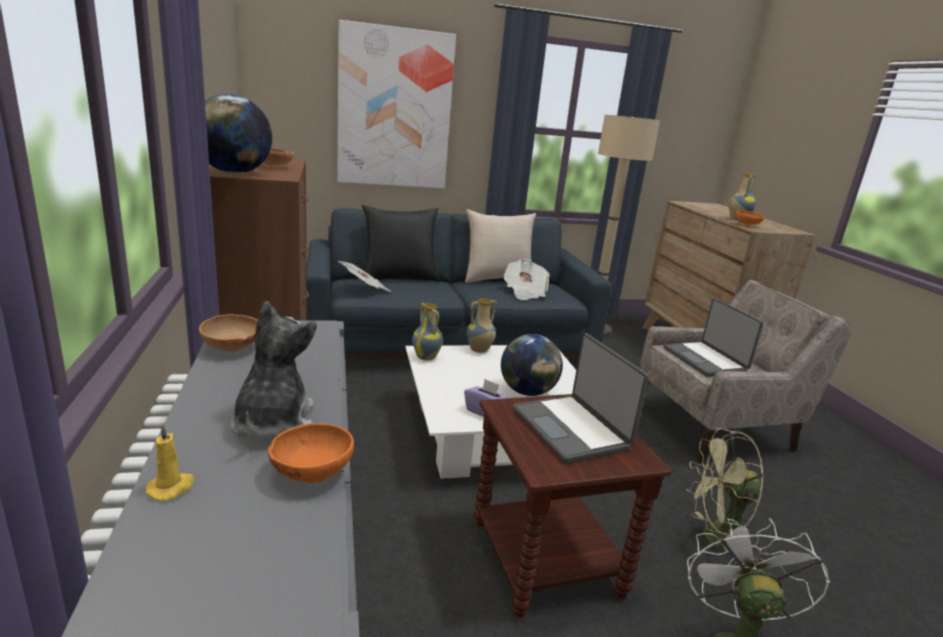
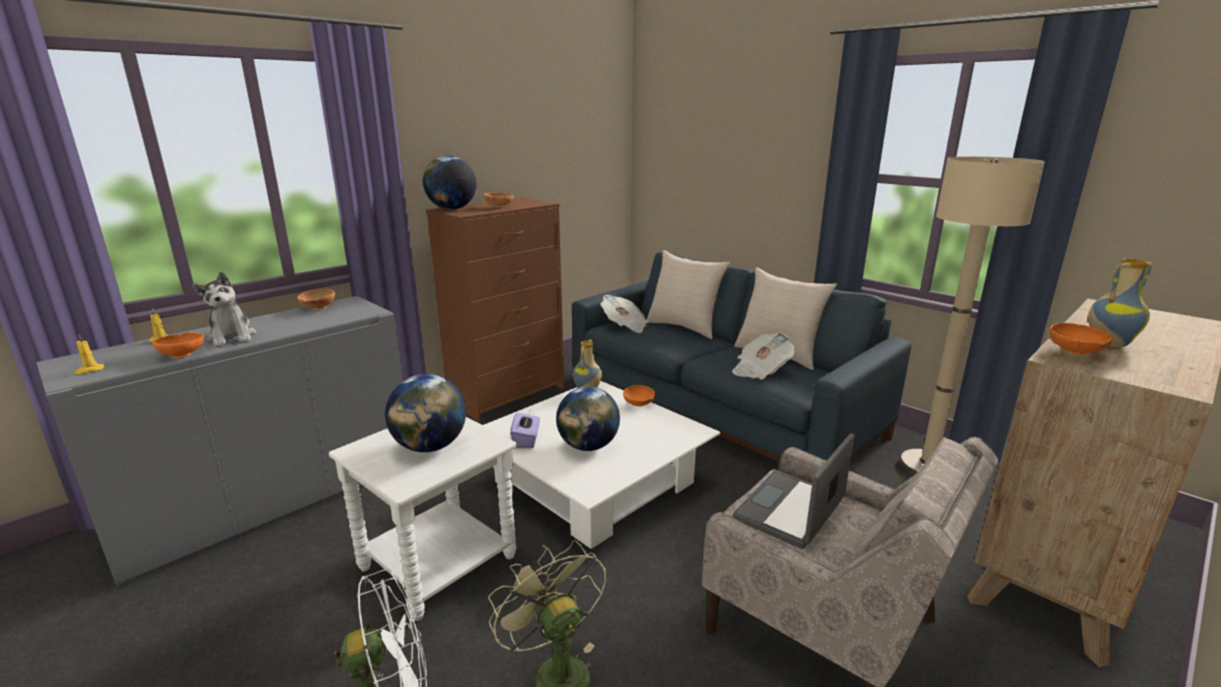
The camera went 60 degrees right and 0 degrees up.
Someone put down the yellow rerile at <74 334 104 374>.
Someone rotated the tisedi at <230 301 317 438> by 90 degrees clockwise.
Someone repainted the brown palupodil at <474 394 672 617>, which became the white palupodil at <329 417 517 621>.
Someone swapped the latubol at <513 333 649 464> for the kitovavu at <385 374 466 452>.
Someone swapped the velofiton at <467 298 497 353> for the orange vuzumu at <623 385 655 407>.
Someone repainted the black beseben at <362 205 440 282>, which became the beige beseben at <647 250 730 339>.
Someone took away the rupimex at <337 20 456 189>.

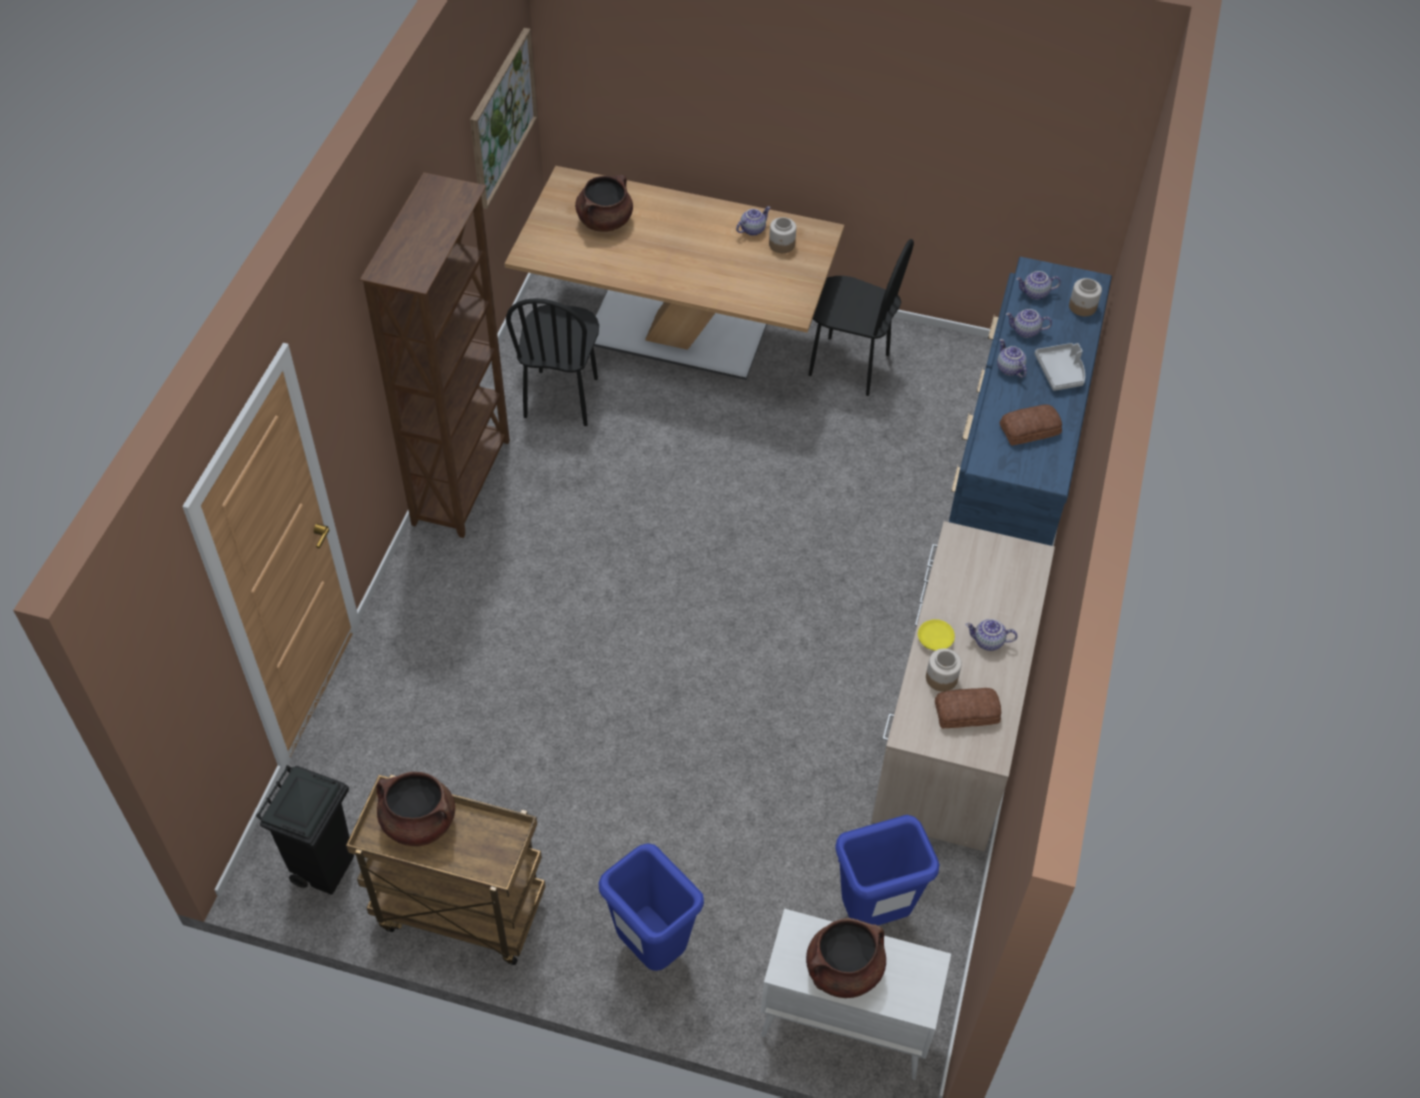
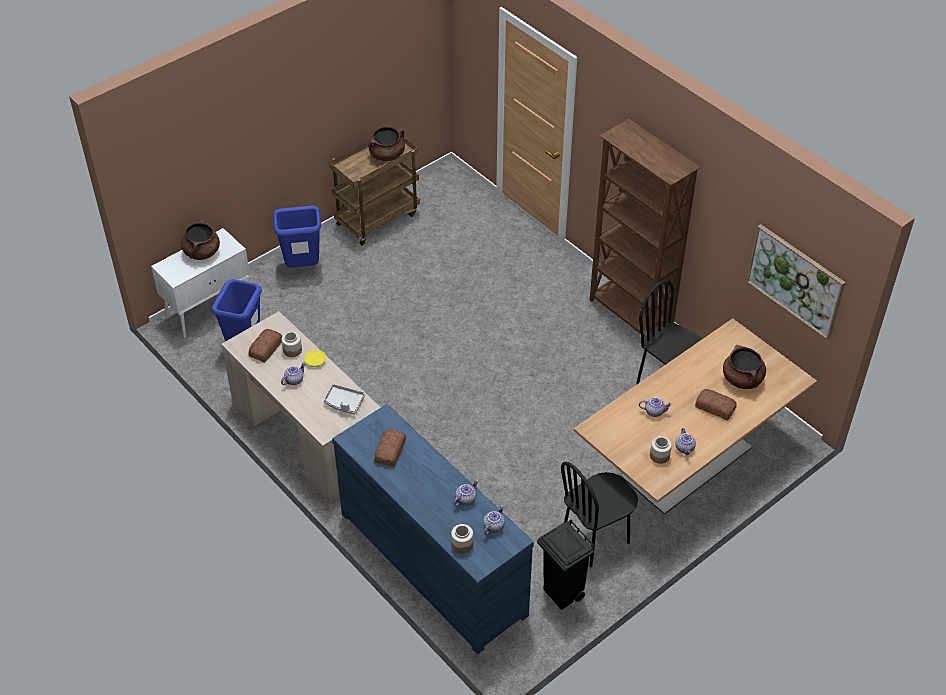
The camera went 125 degrees right and 5 degrees down.
Someone carried the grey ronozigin from <1035 343 1085 391> to <324 384 365 415>.
Someone carried the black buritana from <256 765 354 895> to <537 520 595 610>.
Someone carried the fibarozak from <997 339 1027 378> to <639 397 672 417>.
Someone put down the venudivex at <695 389 737 420>.

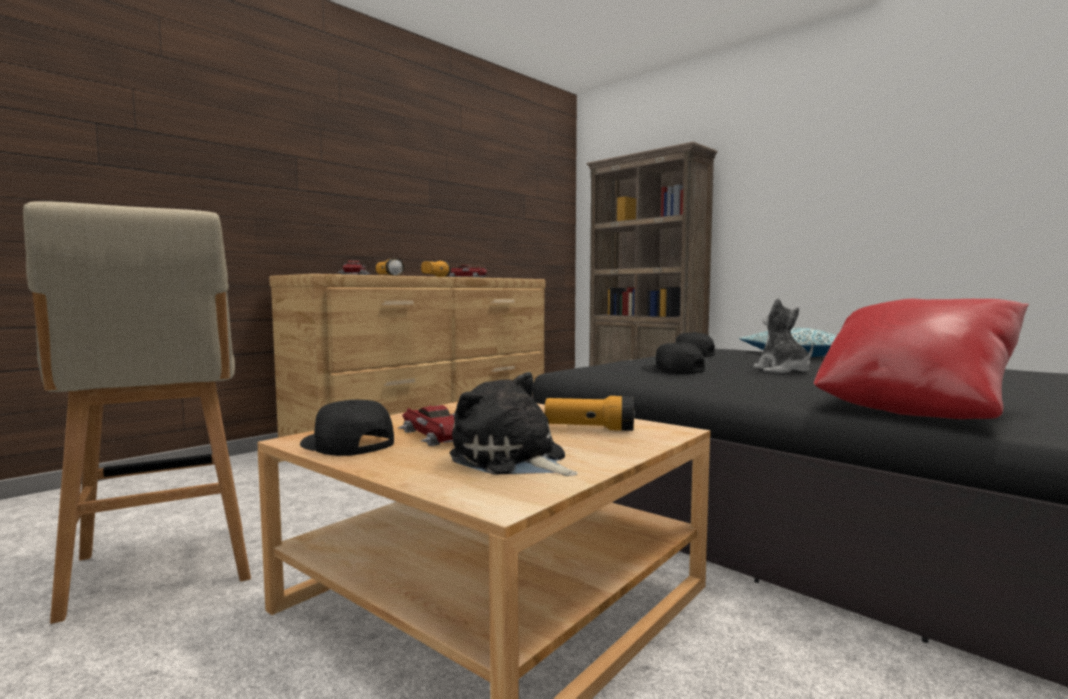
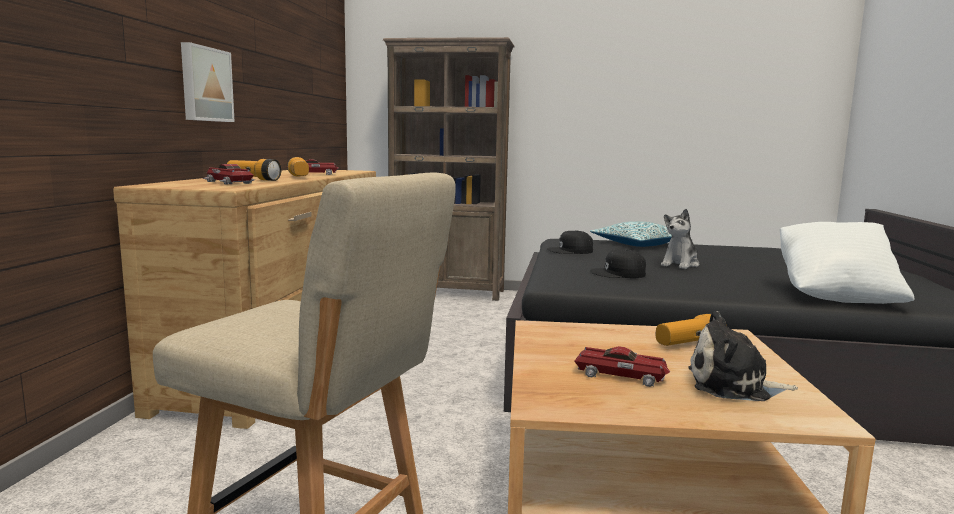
The camera went 35 degrees left and 5 degrees up.
Someone put up the rupimex at <181 42 235 122>.
Someone rotated the tisedi at <753 298 813 373> by 90 degrees counterclockwise.
Someone repainted the red beseben at <814 299 1029 419>, which became the white beseben at <780 222 915 304>.
Someone took away the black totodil at <300 400 394 456>.

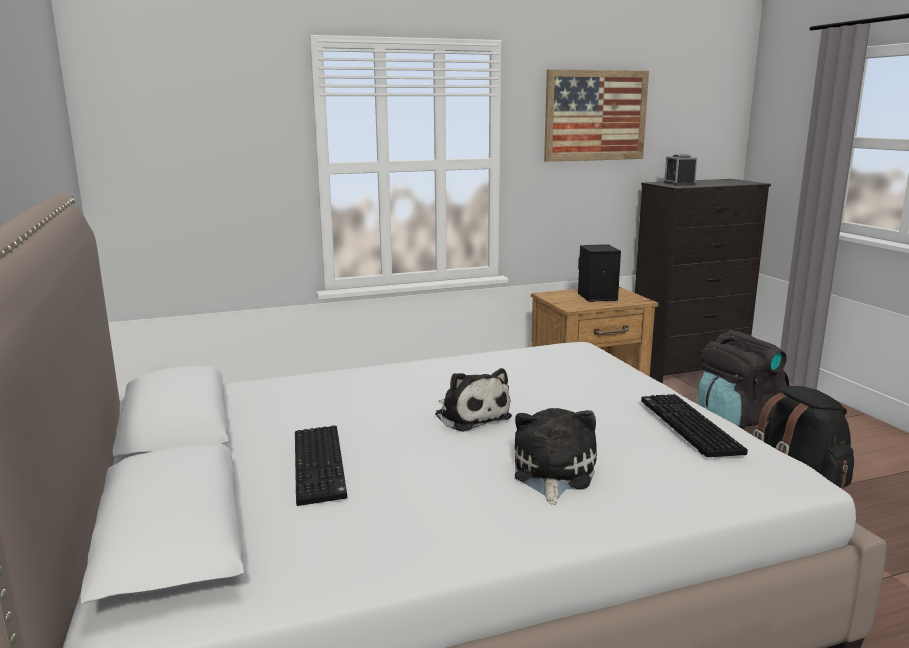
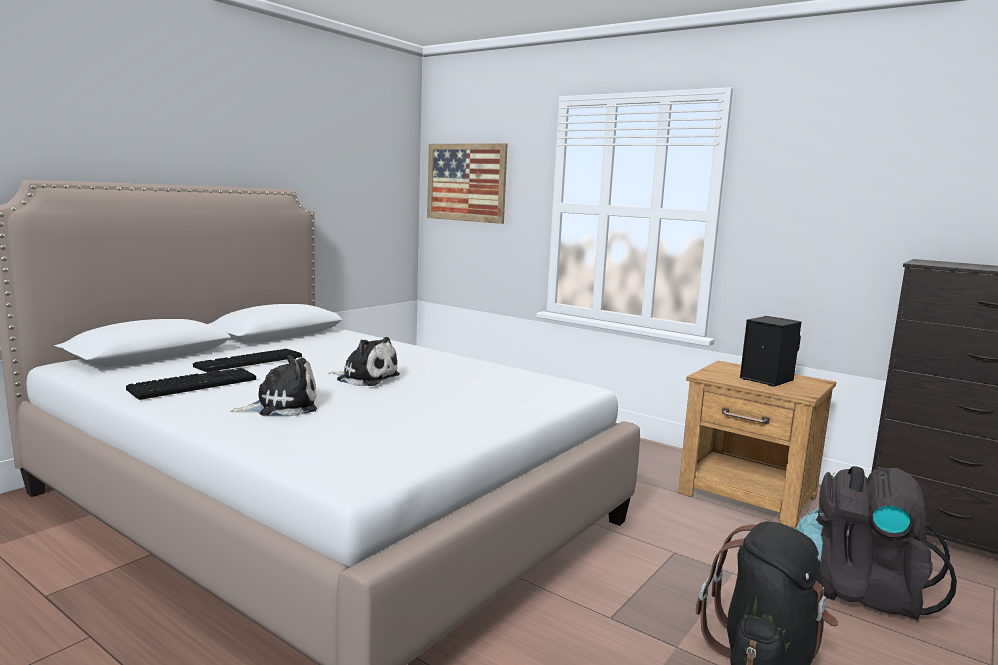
The camera went 55 degrees right and 5 degrees down.
Someone carried the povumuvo from <641 394 748 457> to <126 368 256 400>.
Someone rotated the tisedi at <435 368 512 432> by 90 degrees counterclockwise.
Someone carried the rupimex from <544 69 649 162> to <427 143 508 224>.
Someone took away the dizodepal at <664 154 697 186>.

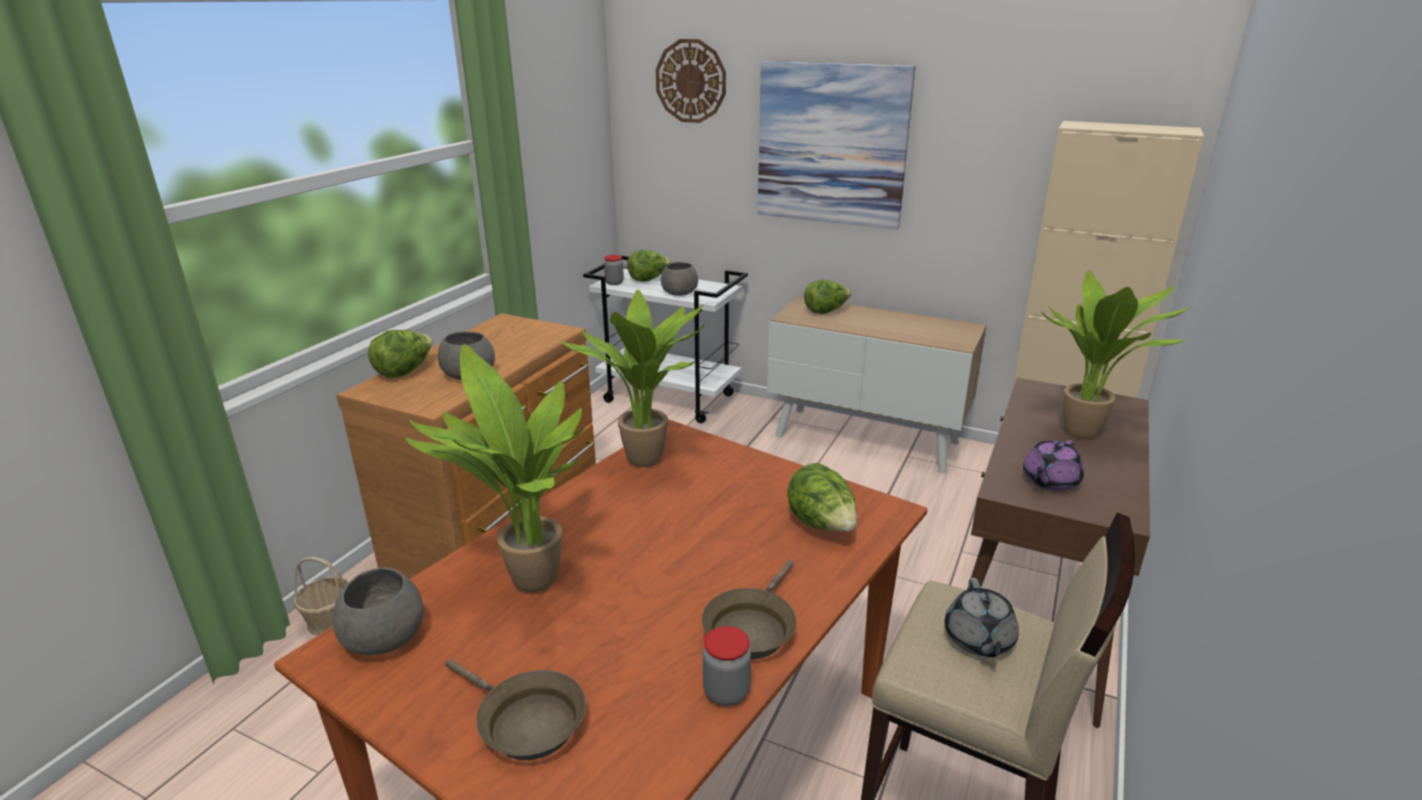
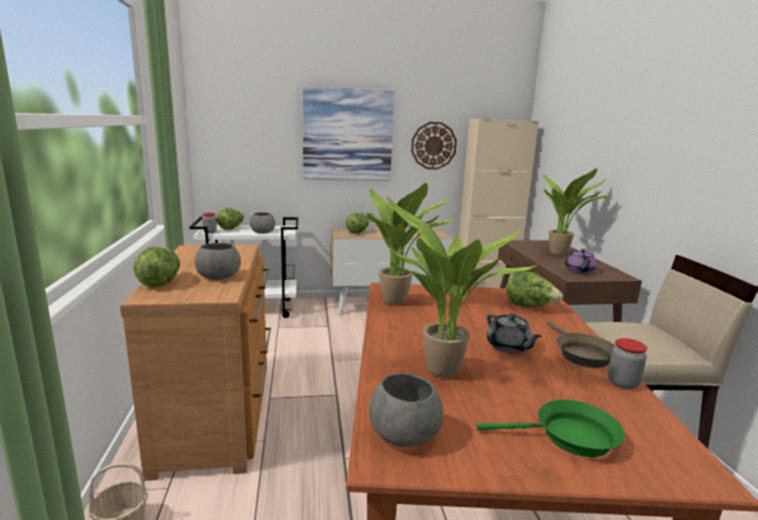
The camera went 35 degrees left and 10 degrees down.
Someone carried the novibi from <656 39 726 123> to <411 122 457 169>.
Someone repainted the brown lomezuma at <445 659 586 760>, which became the green lomezuma at <477 400 625 457>.
Someone carried the grey fibarozak from <945 578 1019 657> to <486 313 542 354>.

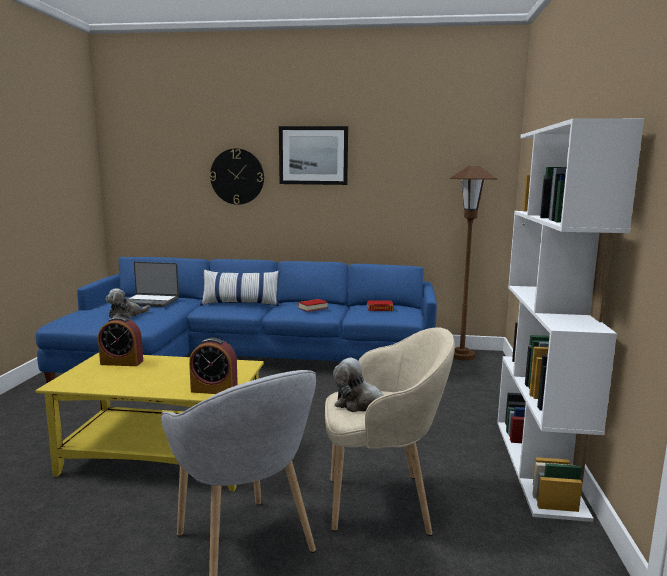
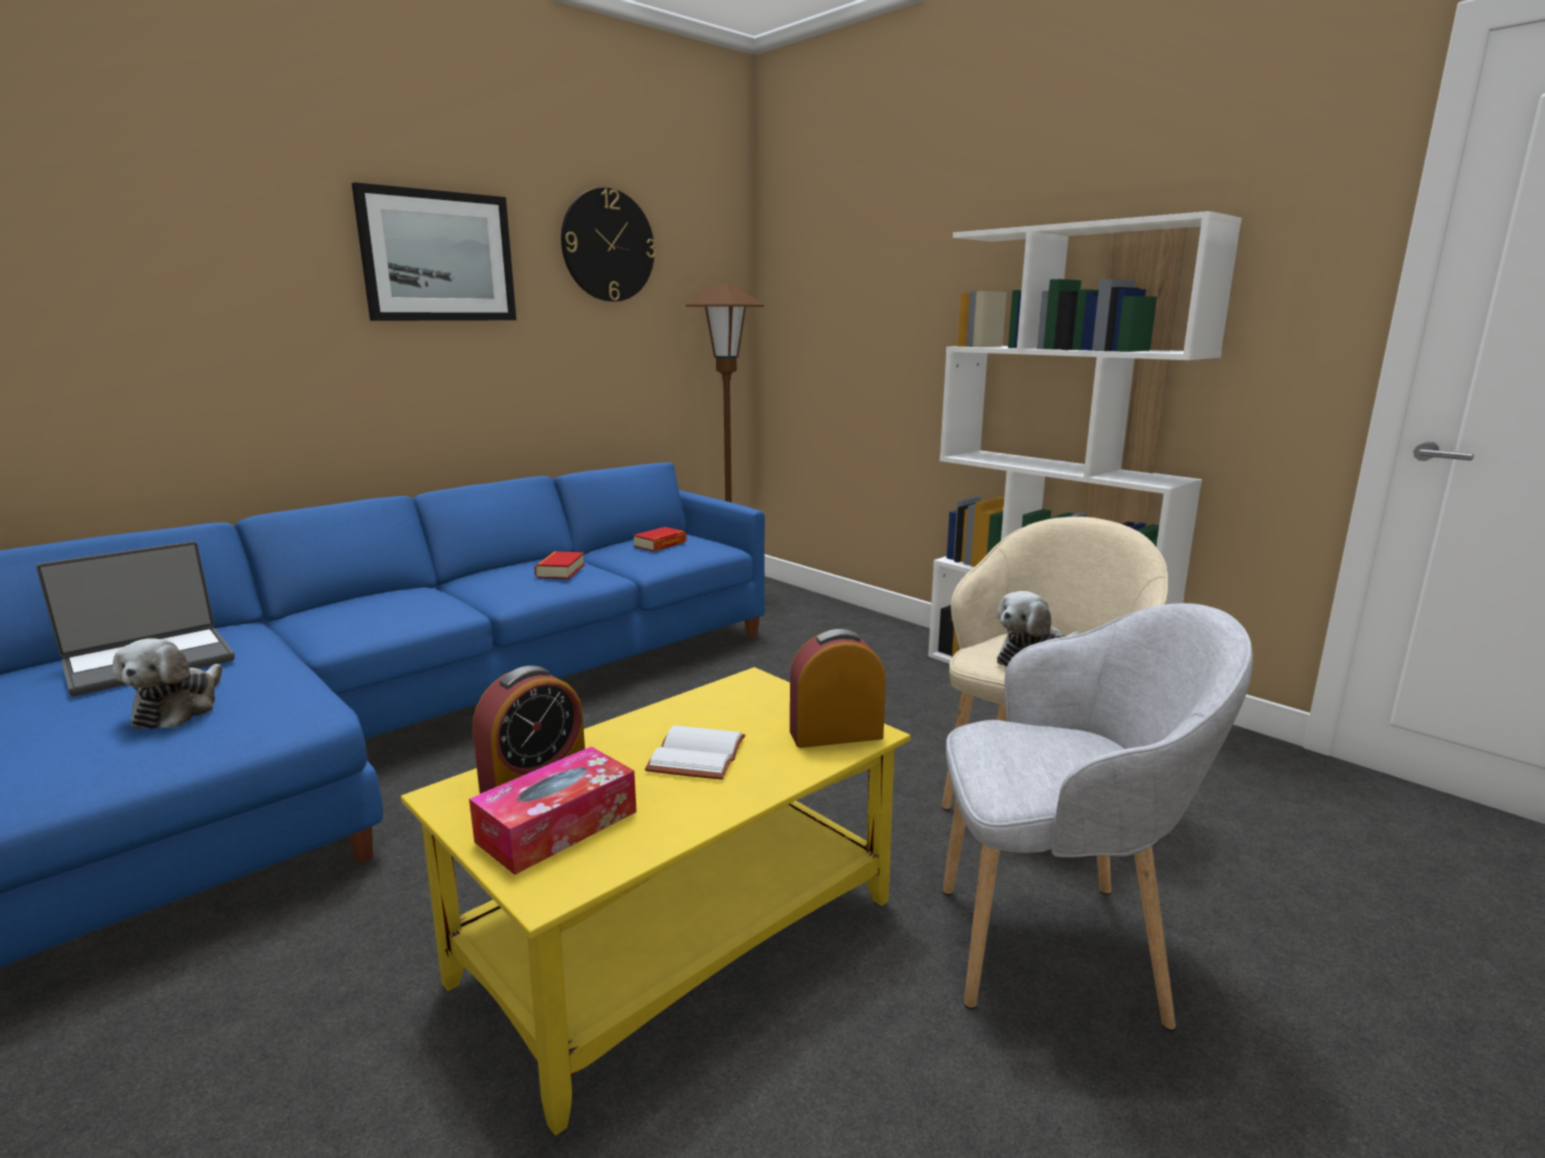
The camera went 50 degrees left and 5 degrees up.
Someone put down the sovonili at <469 746 637 875>.
Someone carried the novibi from <210 148 264 205> to <561 188 656 302>.
Someone put down the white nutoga at <645 725 745 780>.
Someone rotated the dizodepal at <189 337 238 394> by 150 degrees counterclockwise.
Someone took away the beseben at <200 269 280 306>.

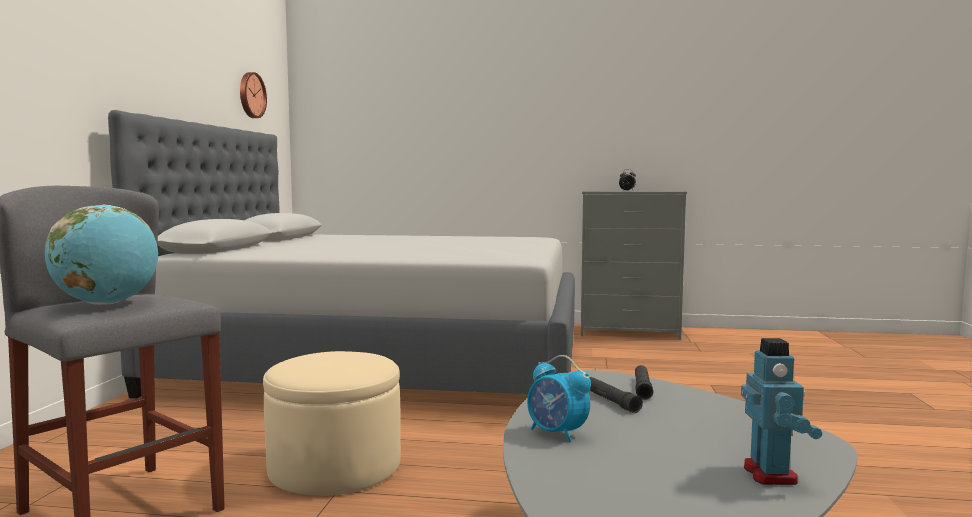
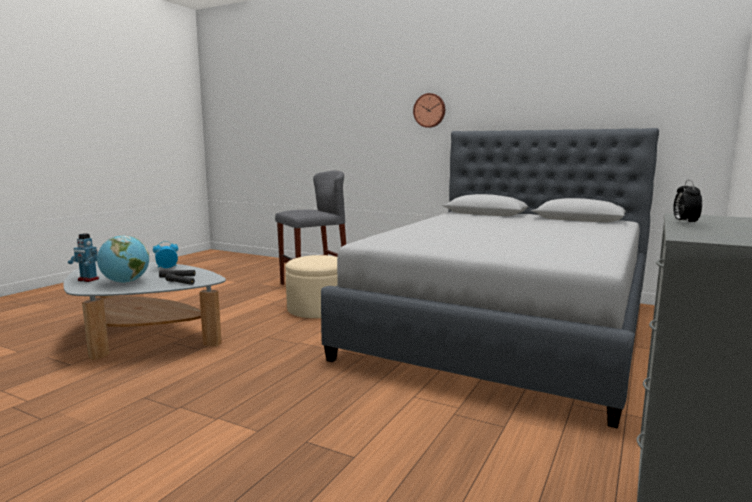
The camera went 110 degrees right and 5 degrees up.
Someone carried the kitovavu from <45 205 158 305> to <97 236 149 283>.
Someone carried the novibi from <240 72 267 118> to <413 93 445 128>.

